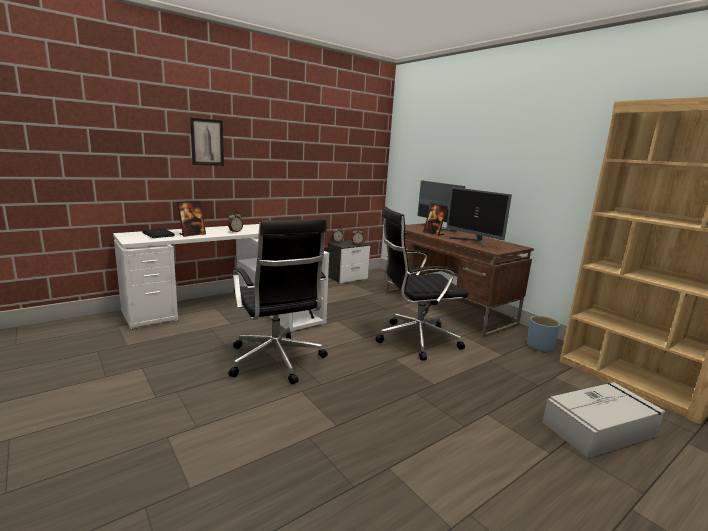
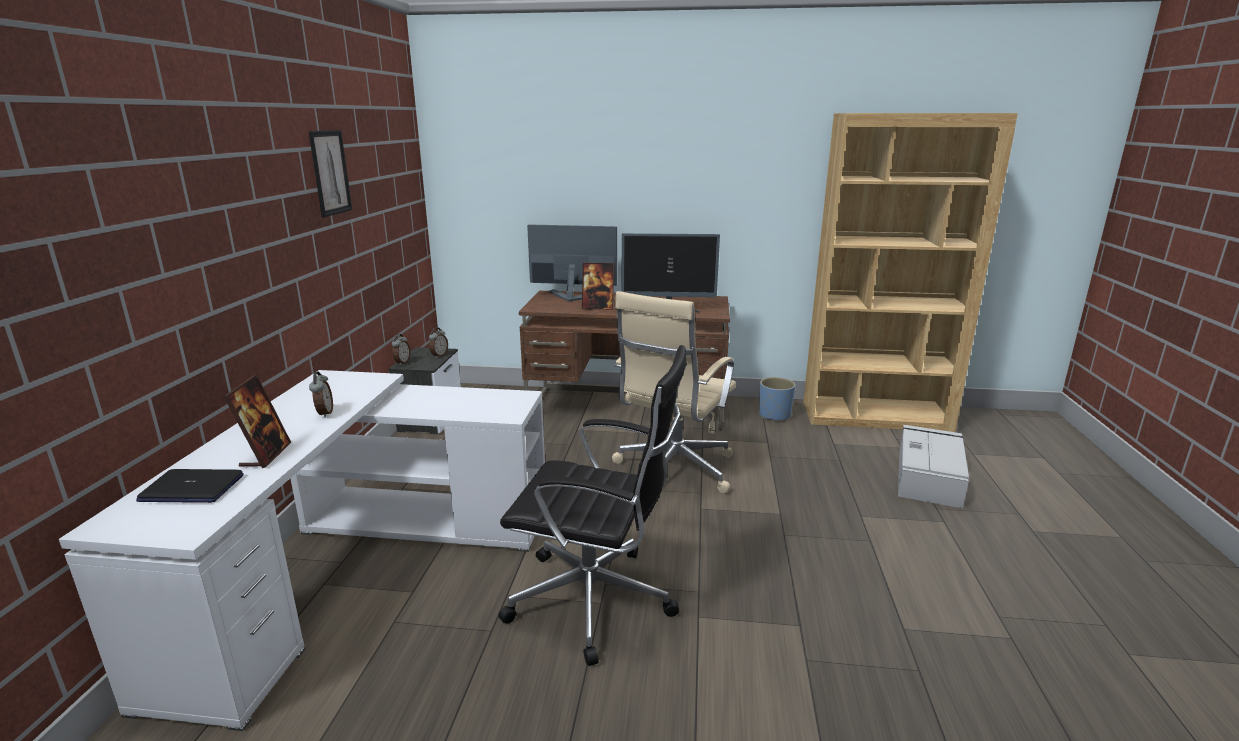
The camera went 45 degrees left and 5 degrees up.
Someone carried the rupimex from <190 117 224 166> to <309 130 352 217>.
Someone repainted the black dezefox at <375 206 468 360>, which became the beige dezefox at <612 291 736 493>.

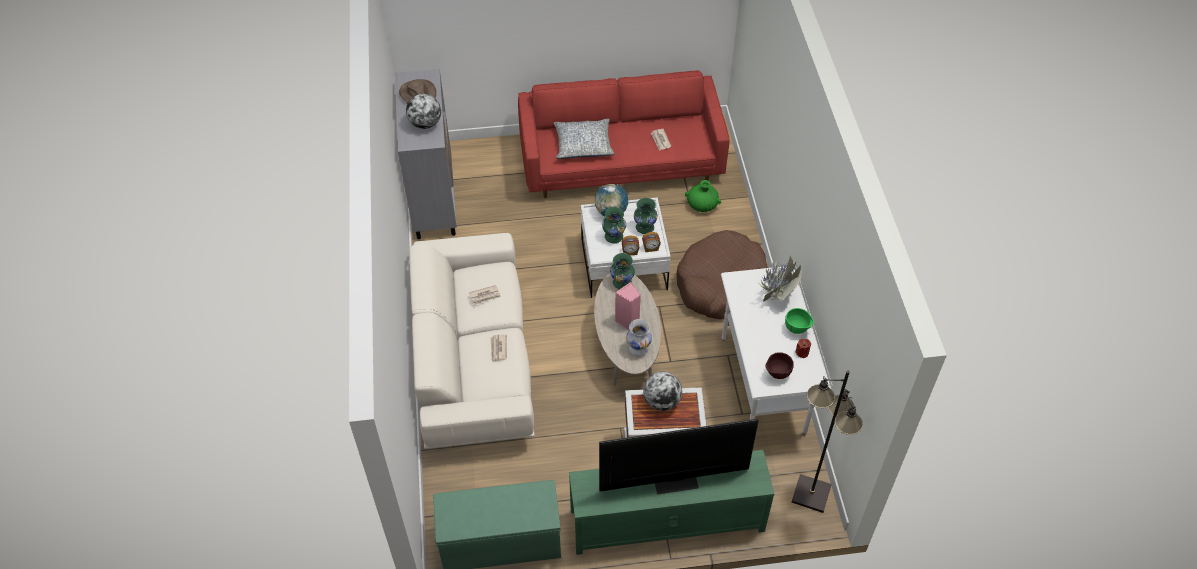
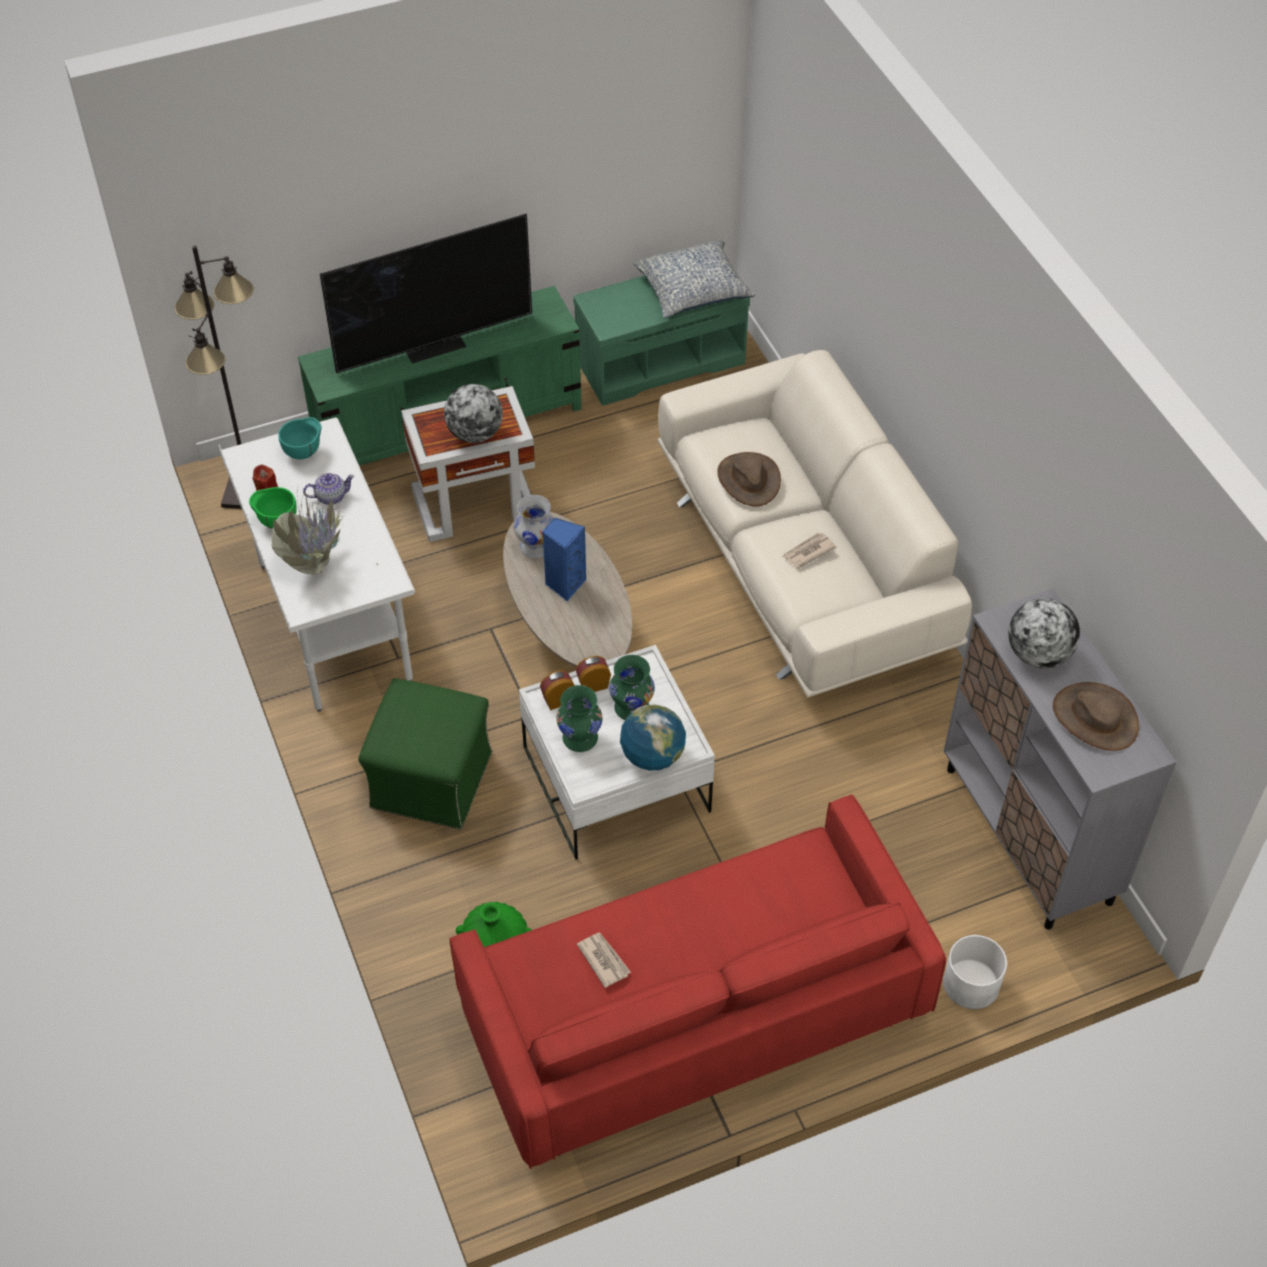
The camera went 165 degrees right and 0 degrees up.
Someone repainted the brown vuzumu at <765 352 794 379>, which became the turquoise vuzumu at <279 417 321 459>.
Someone put down the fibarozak at <303 473 355 505>.
Someone swapped the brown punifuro at <676 230 768 319> for the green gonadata at <358 678 492 830>.
Someone repainted the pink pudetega at <615 282 641 330>, which became the blue pudetega at <542 517 586 601>.
Someone carried the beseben from <554 119 615 159> to <633 241 755 318>.
Someone swapped the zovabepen at <490 334 507 362> for the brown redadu at <717 452 781 507>.
Someone put down the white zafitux at <943 935 1007 1009>.
Someone took away the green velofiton at <610 253 635 289>.

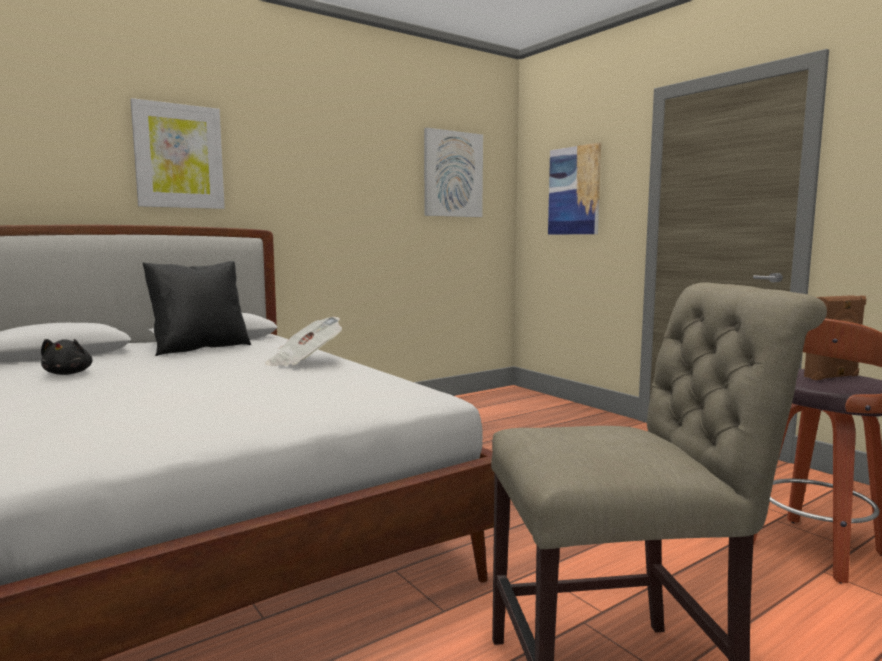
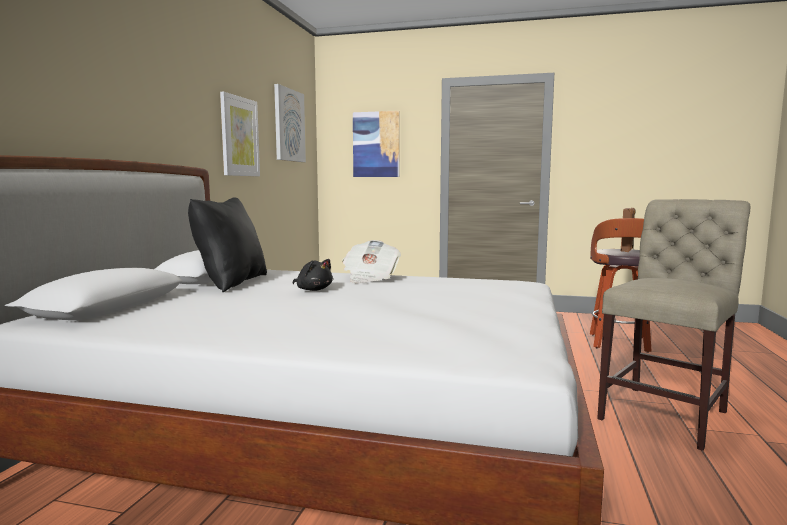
The camera went 40 degrees left and 0 degrees up.
Someone carried the rupimex from <130 98 225 209> to <220 92 260 176>.
Someone carried the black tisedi from <41 339 93 375> to <293 259 333 291>.

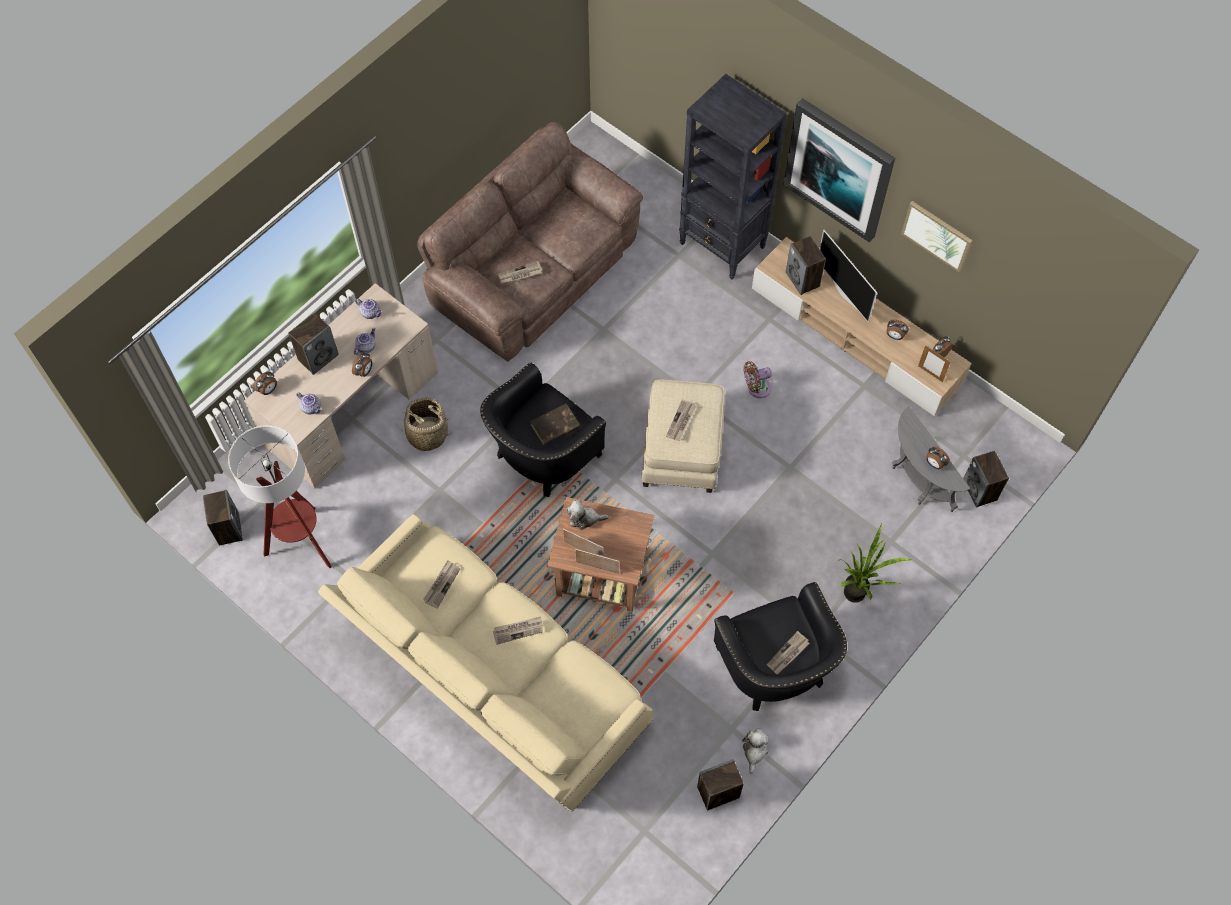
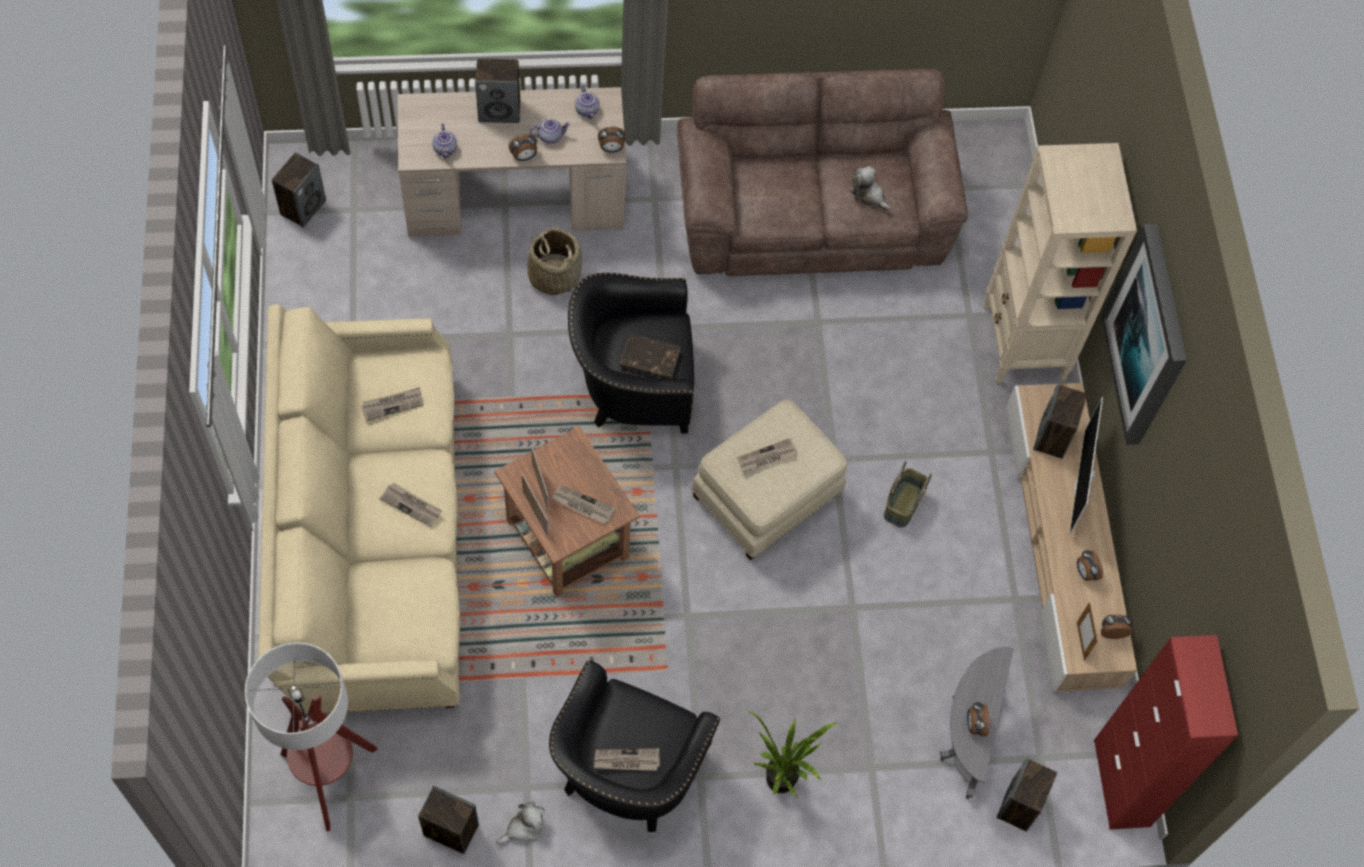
The camera went 40 degrees right and 0 degrees up.
Someone carried the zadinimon from <228 425 332 568> to <245 642 378 831>.
Someone carried the zovabepen from <498 261 543 284> to <551 485 616 525>.
Someone carried the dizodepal from <253 372 277 395> to <598 126 626 153>.
Someone carried the tisedi from <566 500 609 530> to <850 166 890 211>.
Someone swapped the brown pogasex at <744 361 772 398> for the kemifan at <884 461 932 528>.
Someone repainted the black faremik at <679 74 787 280>, which became the beige faremik at <983 143 1137 383>.
Someone put down the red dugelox at <1094 635 1238 829>.
Someone took away the rupimex at <901 201 972 272>.

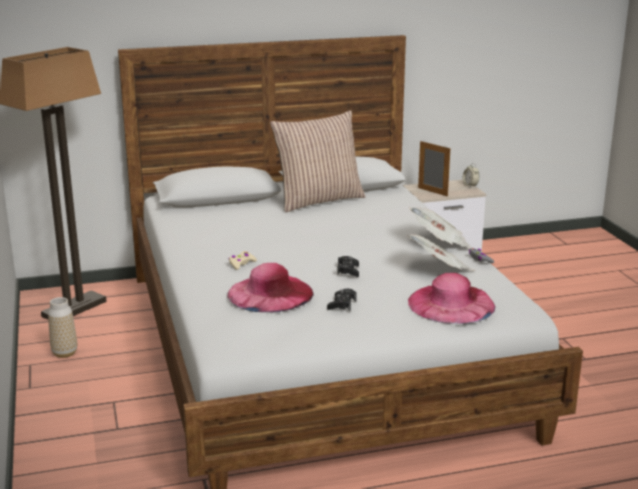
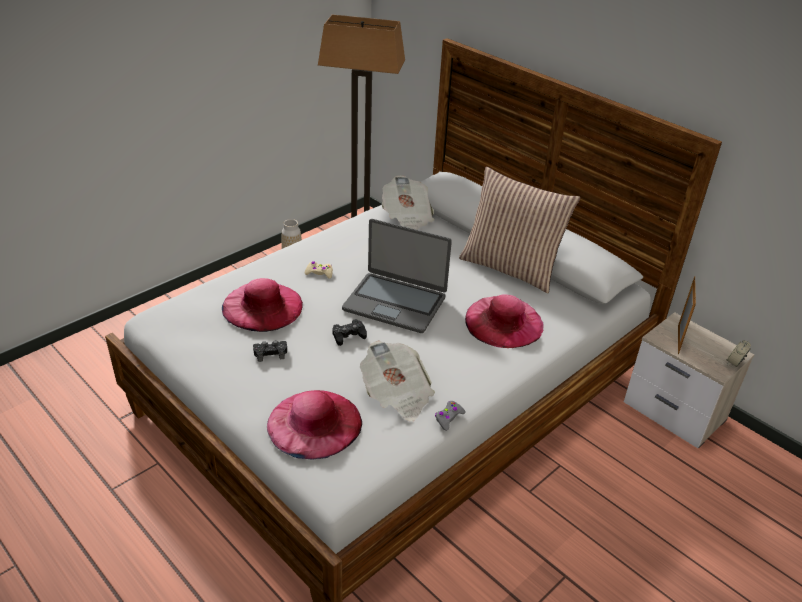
The camera went 60 degrees right and 15 degrees up.
Someone put down the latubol at <342 219 452 333>.
Someone carried the zovabepen from <409 207 471 249> to <382 175 434 230>.
Someone put down the pink redadu at <465 294 543 348>.

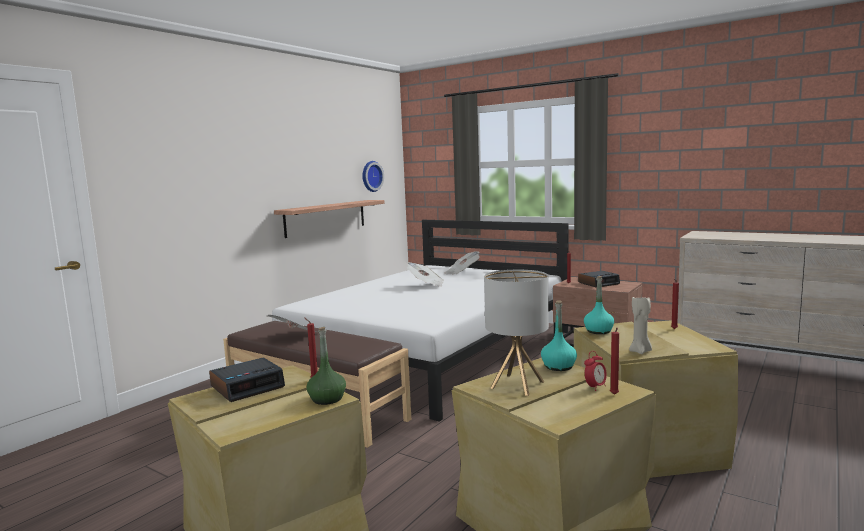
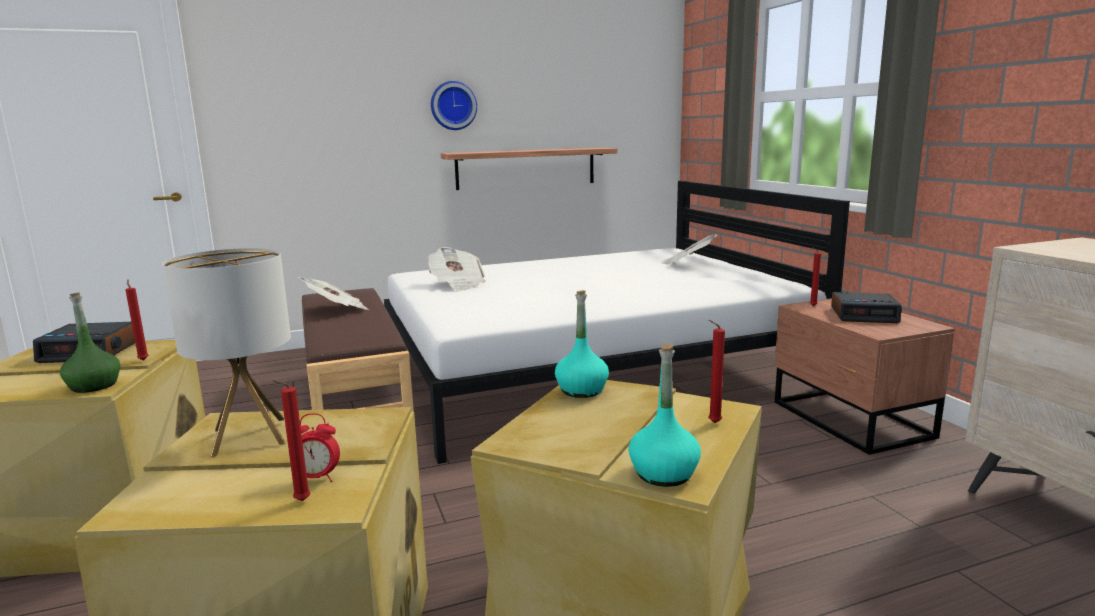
The camera went 35 degrees right and 5 degrees up.
Someone carried the zovabepen from <407 262 444 287> to <428 247 486 291>.
Someone carried the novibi from <362 161 384 192> to <431 81 477 130>.
Someone carried the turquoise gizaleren from <541 300 577 371> to <628 343 701 487>.
Someone took away the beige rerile at <629 296 652 354>.

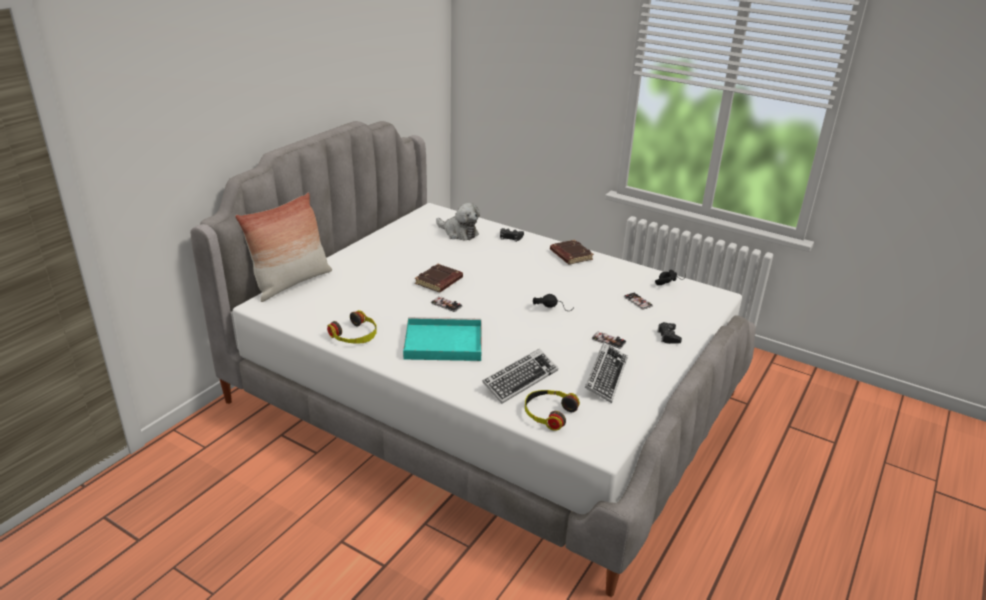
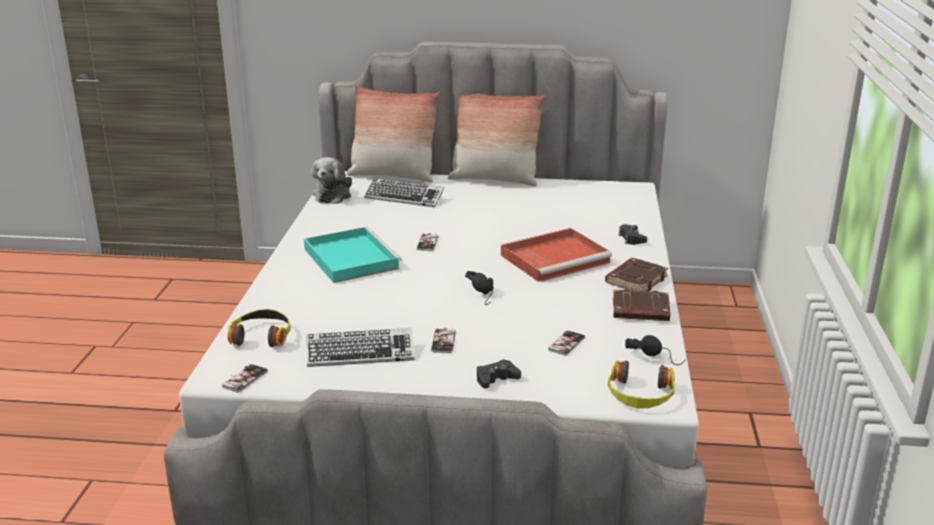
The camera went 65 degrees right and 5 degrees down.
Someone put down the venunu at <222 364 268 393>.
Someone carried the tisedi from <436 203 480 241> to <312 157 352 204>.
Someone carried the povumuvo from <482 348 558 404> to <364 178 444 207>.
Someone put down the beseben at <448 94 545 186>.
Someone put down the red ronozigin at <501 228 612 282>.
Someone carried the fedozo from <327 310 377 344> to <608 361 675 408>.
Someone carried the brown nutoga from <415 264 463 292> to <613 289 671 321>.

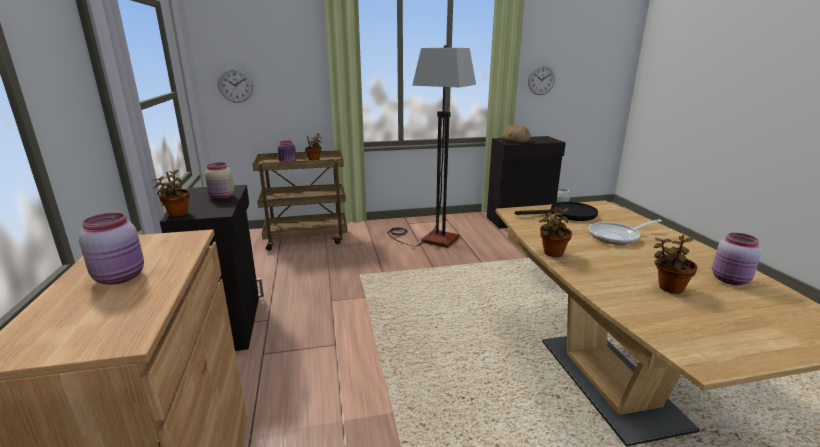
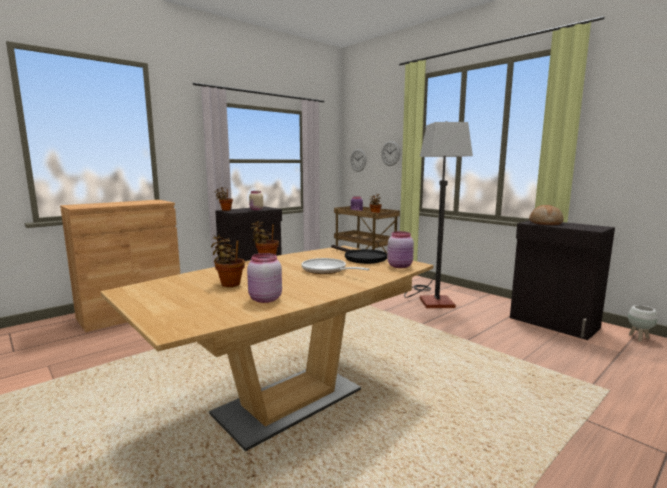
The camera went 60 degrees right and 10 degrees down.
Someone carried the novibi from <528 65 555 95> to <381 141 400 166>.
Someone carried the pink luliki from <79 213 144 285> to <387 231 414 268>.

